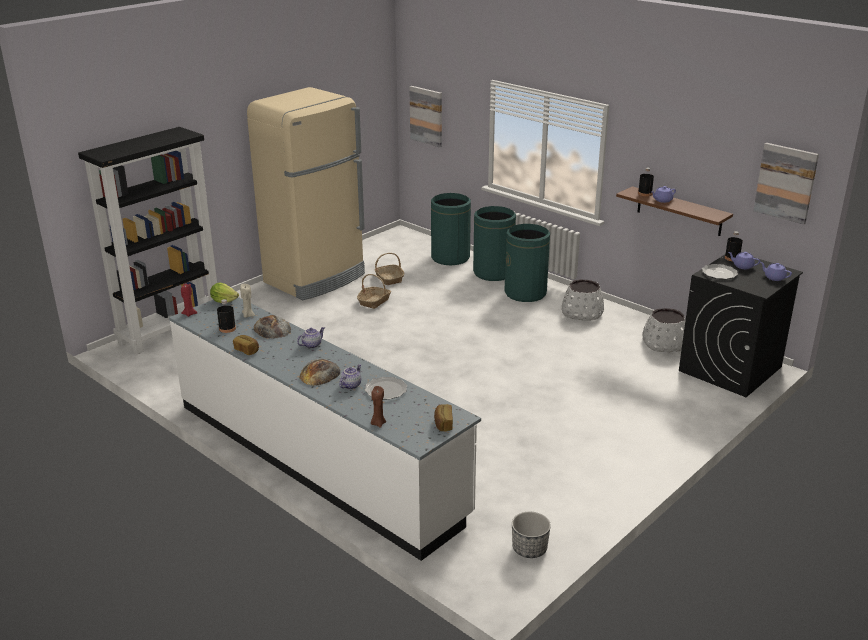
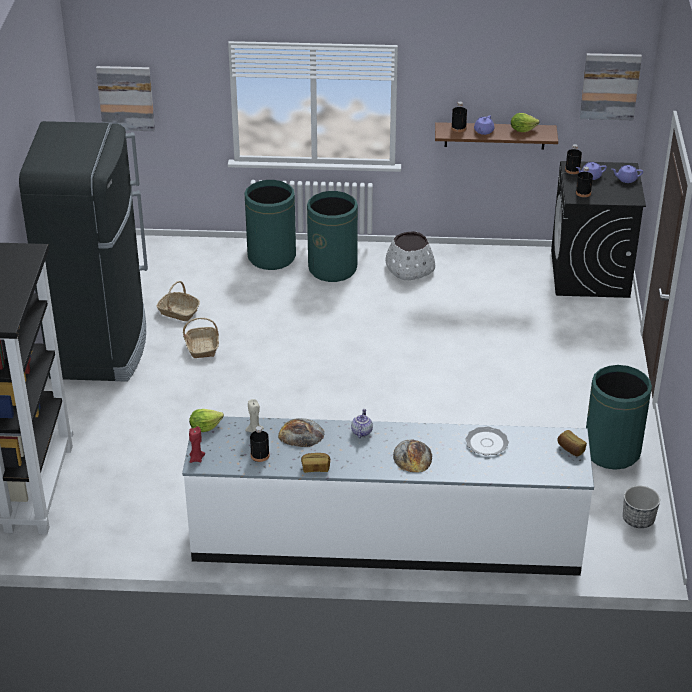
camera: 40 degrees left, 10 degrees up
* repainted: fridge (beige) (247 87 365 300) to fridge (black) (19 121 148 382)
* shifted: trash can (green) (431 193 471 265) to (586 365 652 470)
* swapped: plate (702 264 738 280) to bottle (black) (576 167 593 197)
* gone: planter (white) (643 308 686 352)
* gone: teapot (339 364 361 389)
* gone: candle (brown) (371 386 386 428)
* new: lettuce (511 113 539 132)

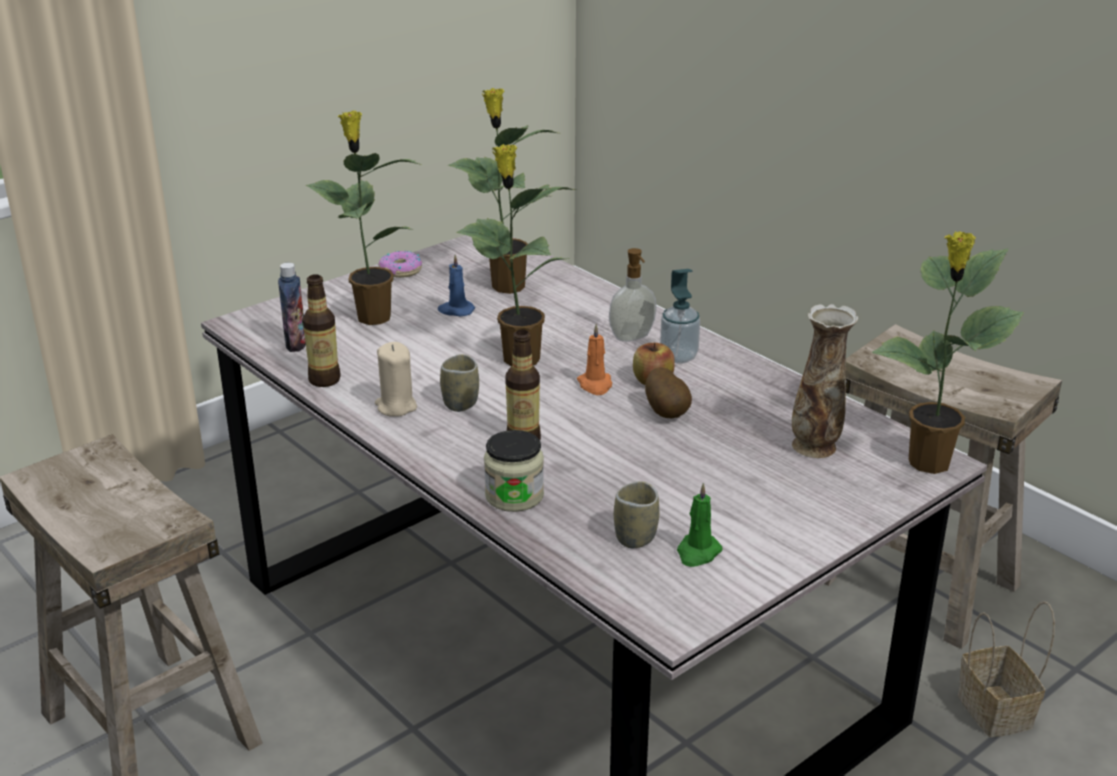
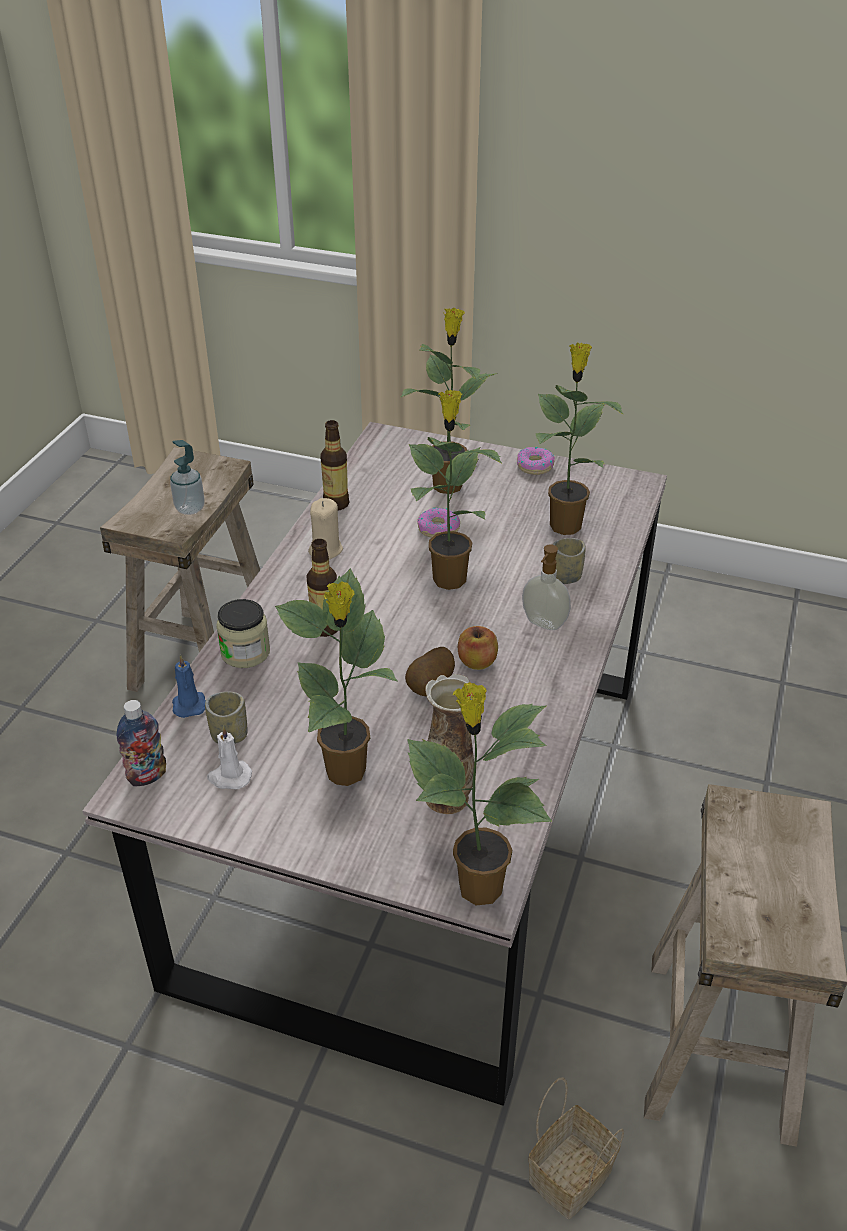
camera: 60 degrees right, 10 degrees up
* shifted: candle (blue) (438 255 475 316) to (172 654 206 718)
* shifted: bottle (278 263 306 352) to (117 700 166 787)
* shifted: soap dispenser (660 269 700 364) to (170 440 205 515)
* gone: candle (orange) (577 324 612 395)
* shifted: cup (440 354 479 412) to (553 538 586 584)
* repainted: candle (green) (677 483 722 567) to candle (white) (207 726 252 789)
* new: donut (417 508 460 538)
* new: potted plant (275 568 398 786)

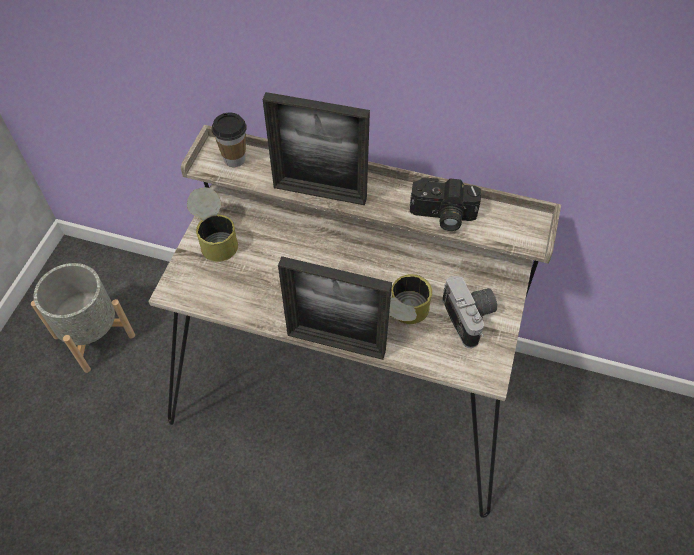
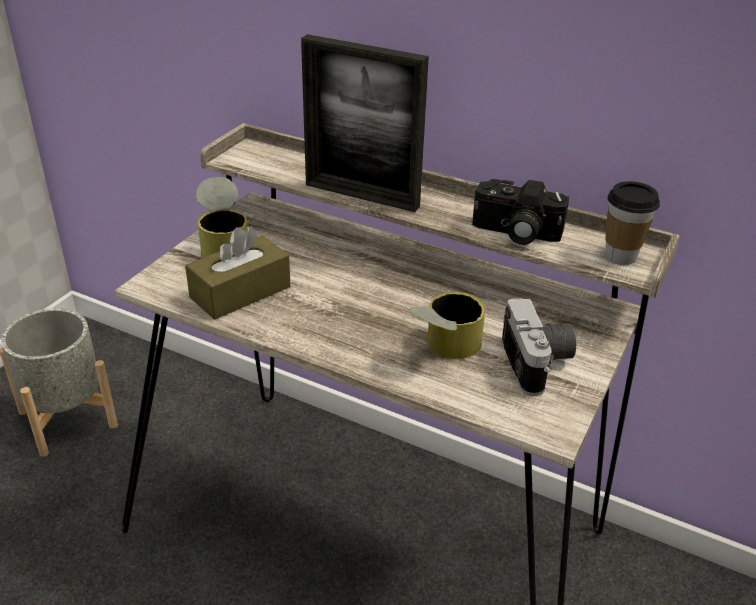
camera: 10 degrees right, 20 degrees down
* shifted: cup (212 113 247 167) to (605 181 660 265)
* gone: picture frame (278 256 392 360)
* new: tissue box (brown) (185 227 291 320)

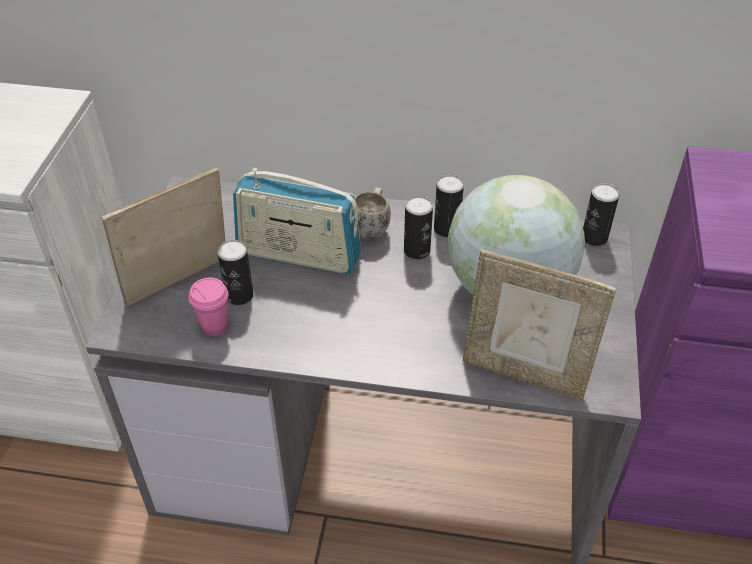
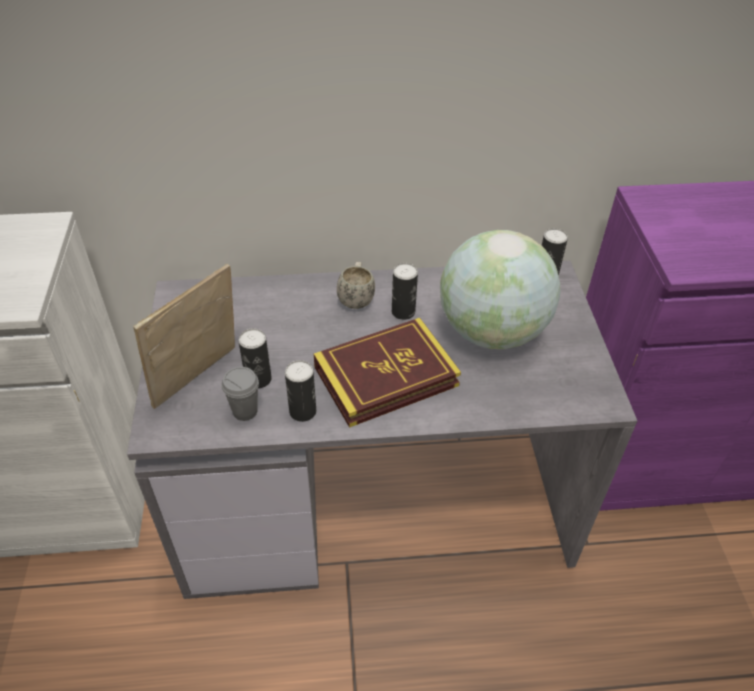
camera: 15 degrees left, 0 degrees up
* gone: radio (233 168 361 274)
* shifted: can (434 175 464 237) to (285 360 316 422)
* gone: picture frame (463 249 617 400)
* repainted: cup (pink) (189 278 229 336) to cup (grey) (221 367 259 421)
* new: book (314 318 461 428)

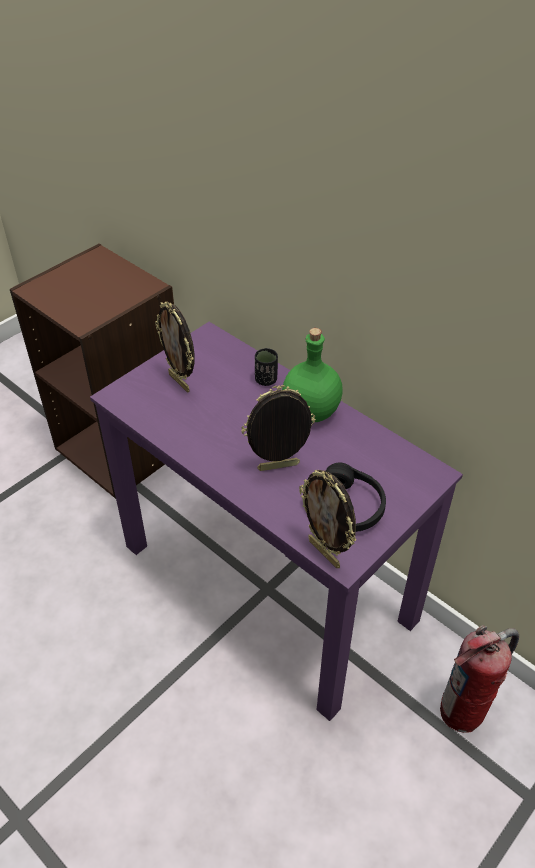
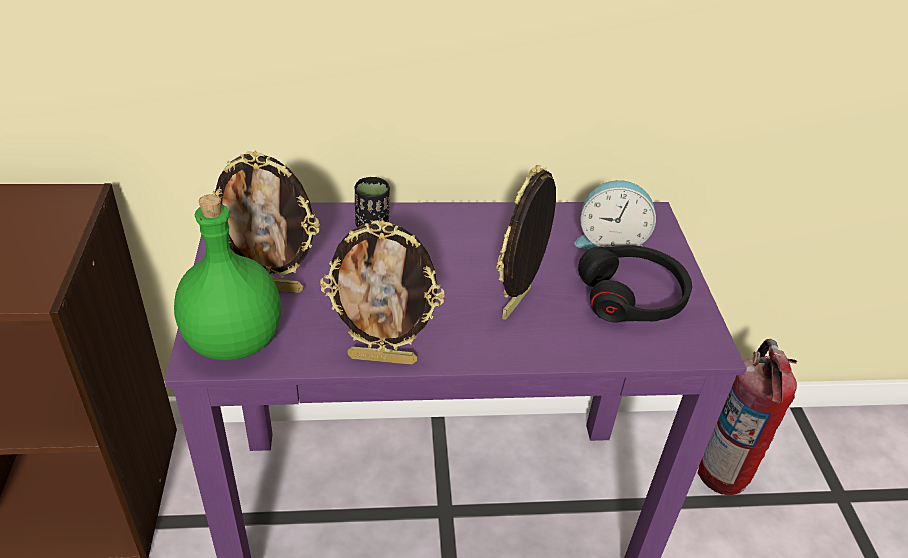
camera: 50 degrees left, 5 degrees down
* shifted: bottle (green) (282 328 343 422) to (174 194 281 361)
* shifted: picture frame (299 470 356 568) to (320 219 445 365)
* new: alarm clock (575 180 656 249)

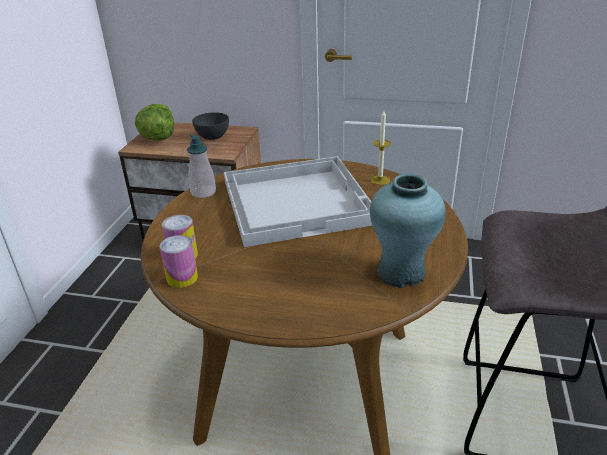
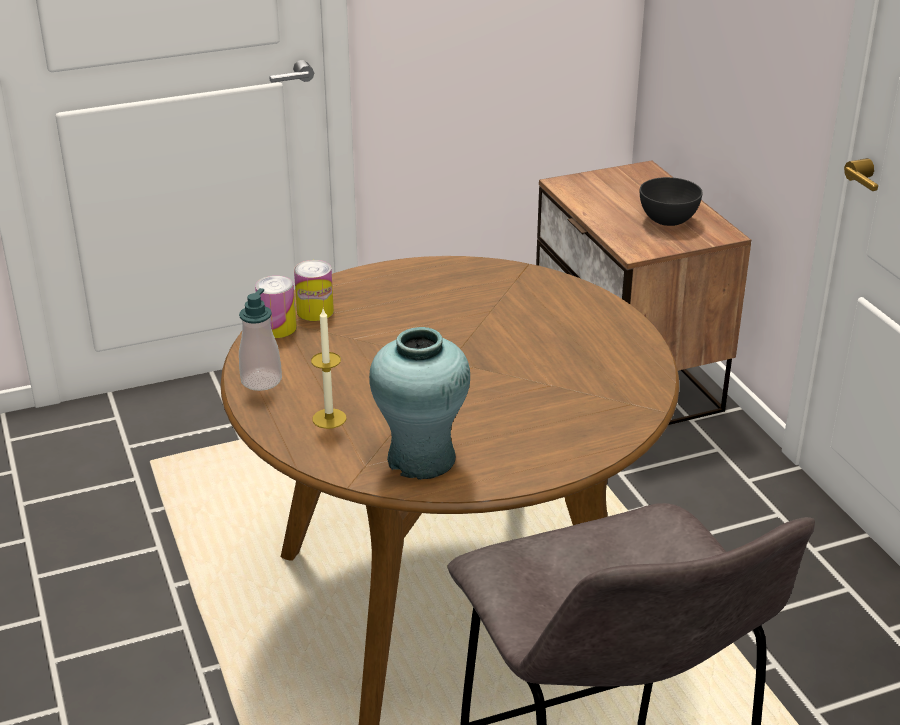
camera: 55 degrees right, 0 degrees up
* gone: lettuce (135 104 174 140)
* shifted: candle (370 111 391 185) to (311 309 346 429)
* shifted: soap dispenser (187 134 216 198) to (239 288 282 391)
* gone: tray (white) (224 156 372 247)

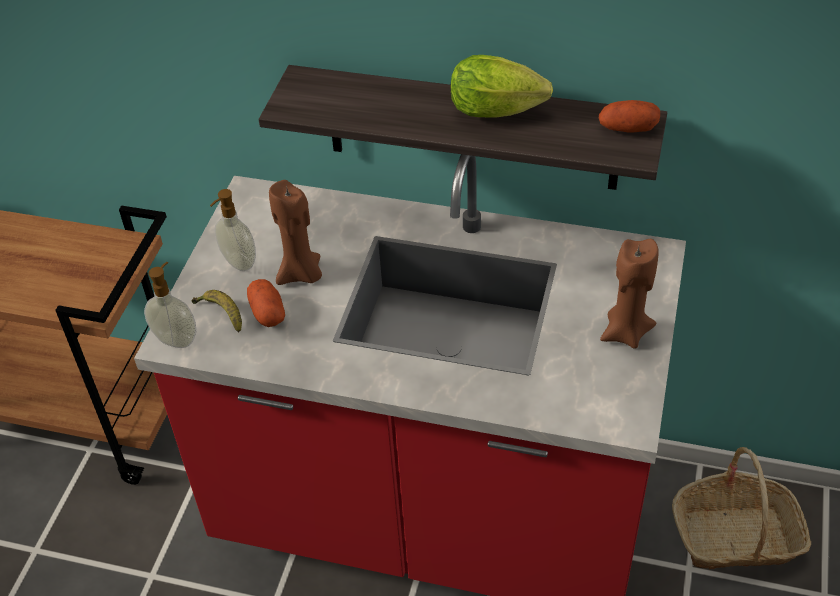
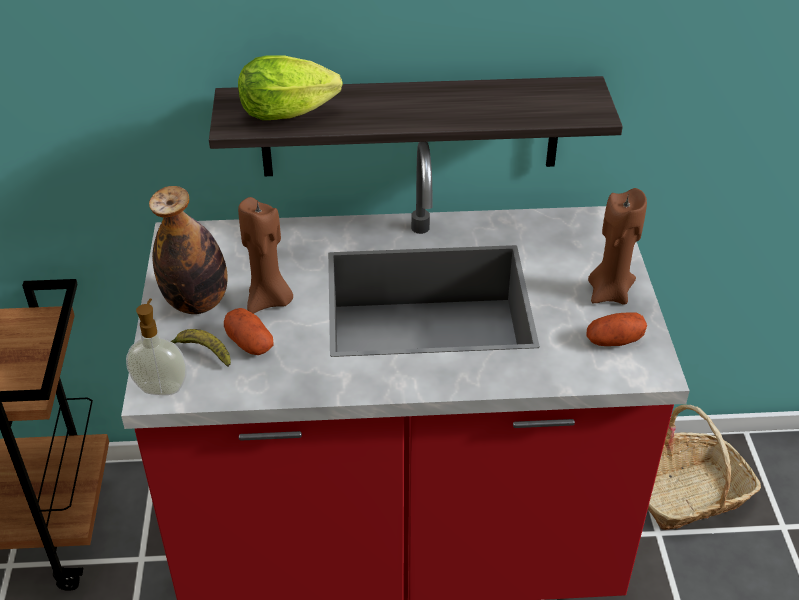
camera: 20 degrees left, 5 degrees down
* shifted: lettuce (451 55 553 117) to (238 55 343 120)
* shifted: potato (599 100 660 132) to (587 312 647 346)
* swapped: soap dispenser (210 189 256 271) to bottle (149 186 228 314)

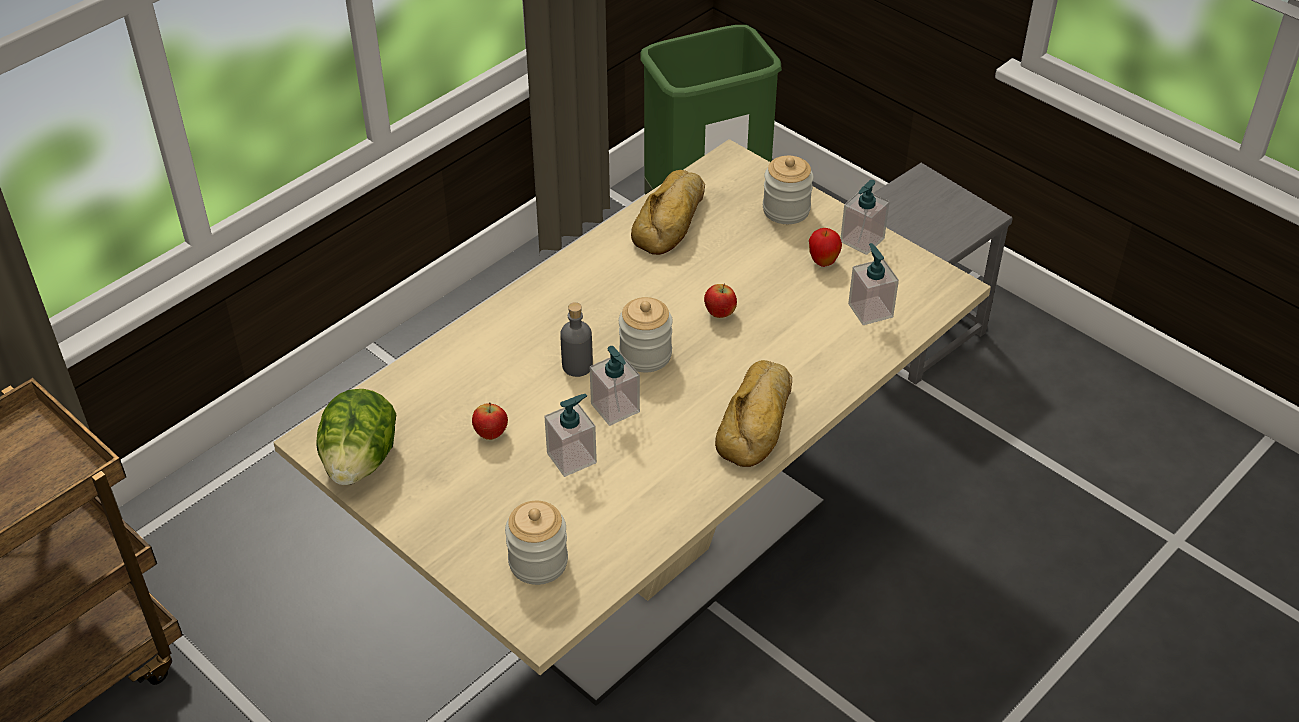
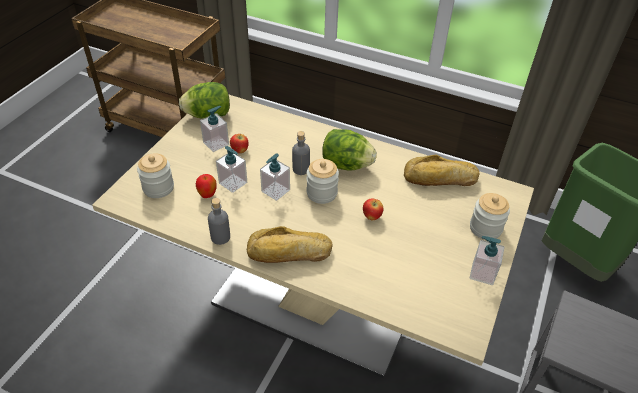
camera: 70 degrees right, 0 degrees up
* shifted: apple (809 228 842 267) to (196 174 217 198)
* shifted: soap dispenser (848 243 899 325) to (200 106 229 152)
* new: lettuce (322 129 377 171)
* new: bottle (grey) (208 198 230 245)

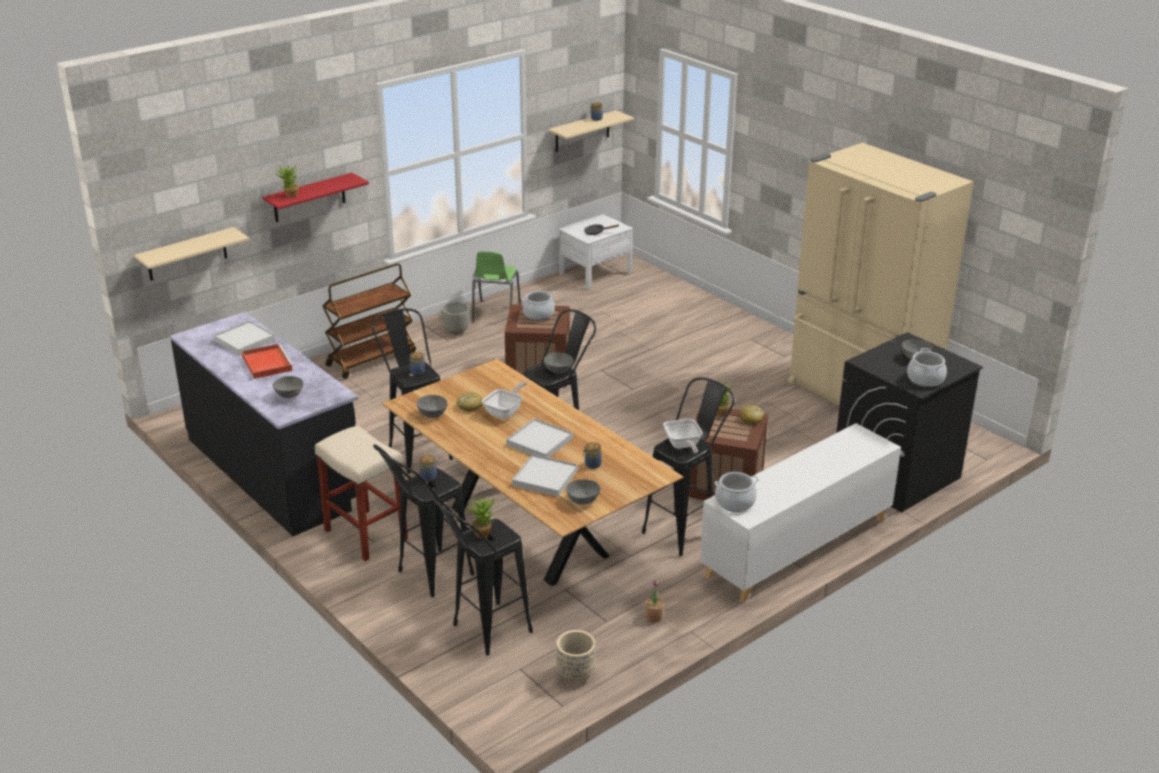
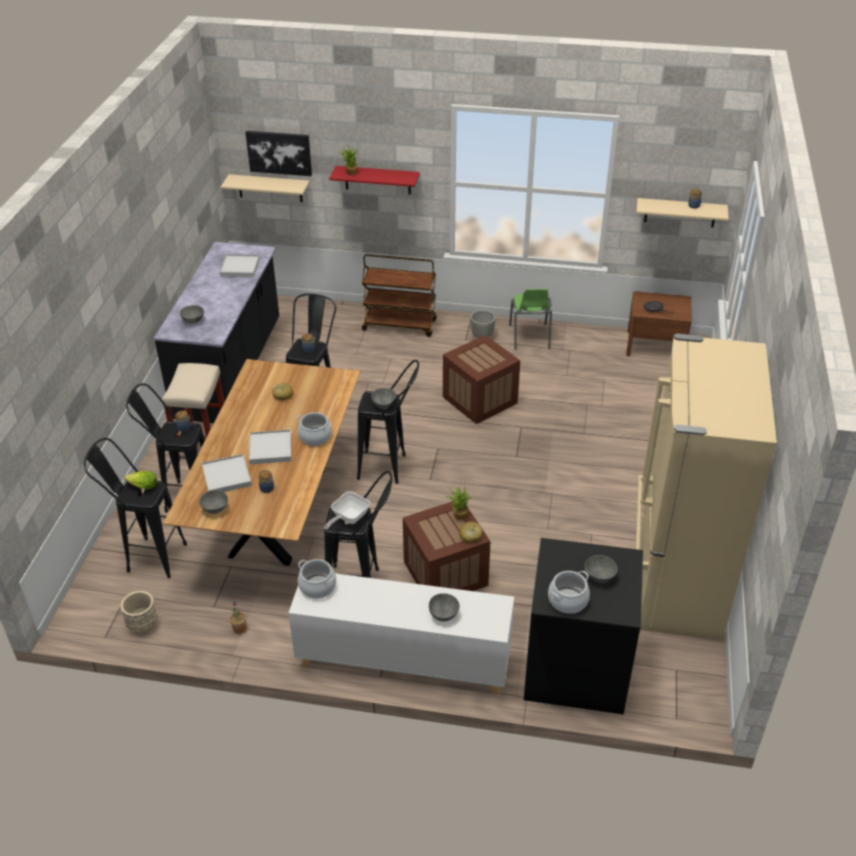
camera: 50 degrees right, 10 degrees up
* repainted: nightstand (white) (559 214 633 289) to nightstand (brown) (626 291 692 356)
* rotated: chair (green) (472 252 521 322) = (509 289 552 350) 60 degrees counterclockwise
* shifted: cooking pot (522 291 555 320) to (296 412 332 446)
* gone: tray (red) (242 344 294 379)
* gone: frying pan (482 382 527 419)
* shifted: bowl (grey) (416 395 447 418) to (429 593 460 622)
* swapped: potted plant (466 496 494 538) to lettuce (124 471 157 490)
* new: picture (245 131 312 176)

